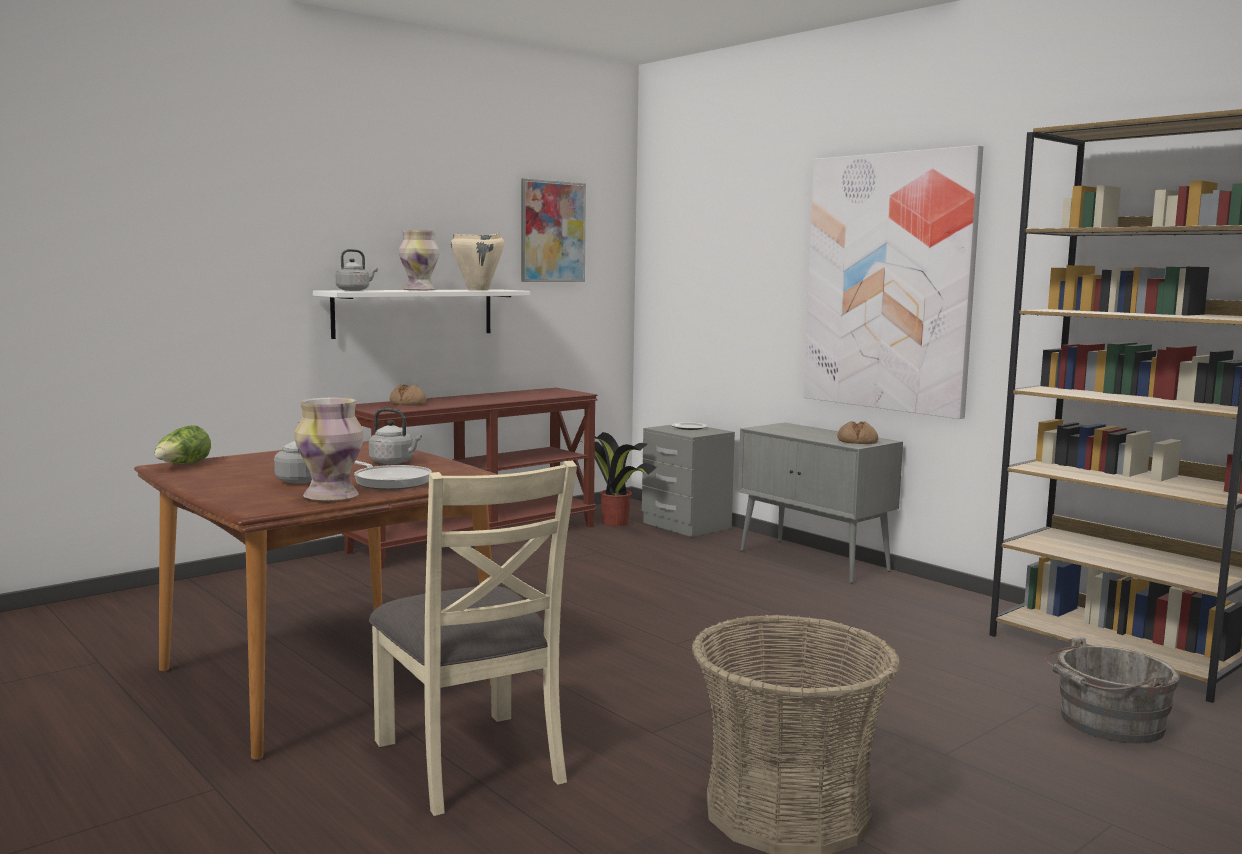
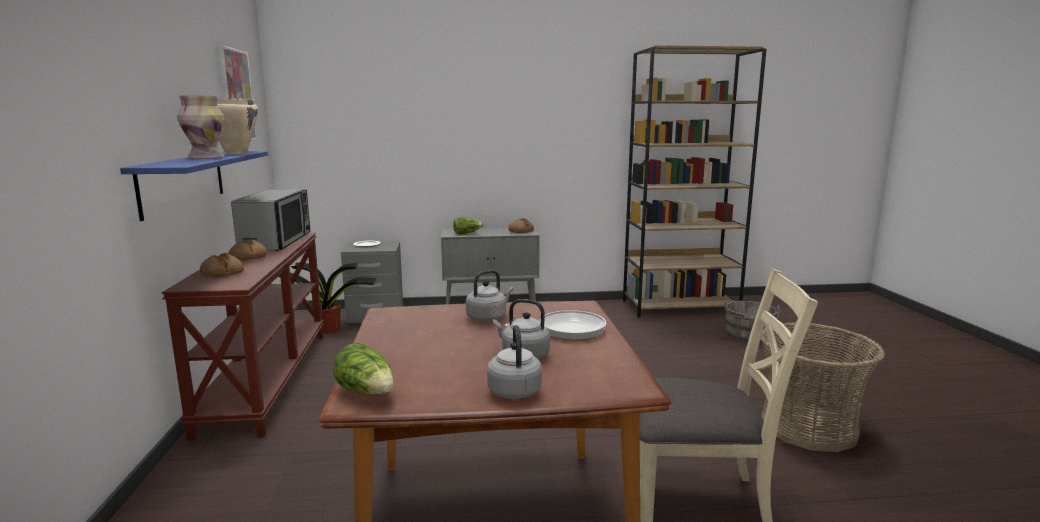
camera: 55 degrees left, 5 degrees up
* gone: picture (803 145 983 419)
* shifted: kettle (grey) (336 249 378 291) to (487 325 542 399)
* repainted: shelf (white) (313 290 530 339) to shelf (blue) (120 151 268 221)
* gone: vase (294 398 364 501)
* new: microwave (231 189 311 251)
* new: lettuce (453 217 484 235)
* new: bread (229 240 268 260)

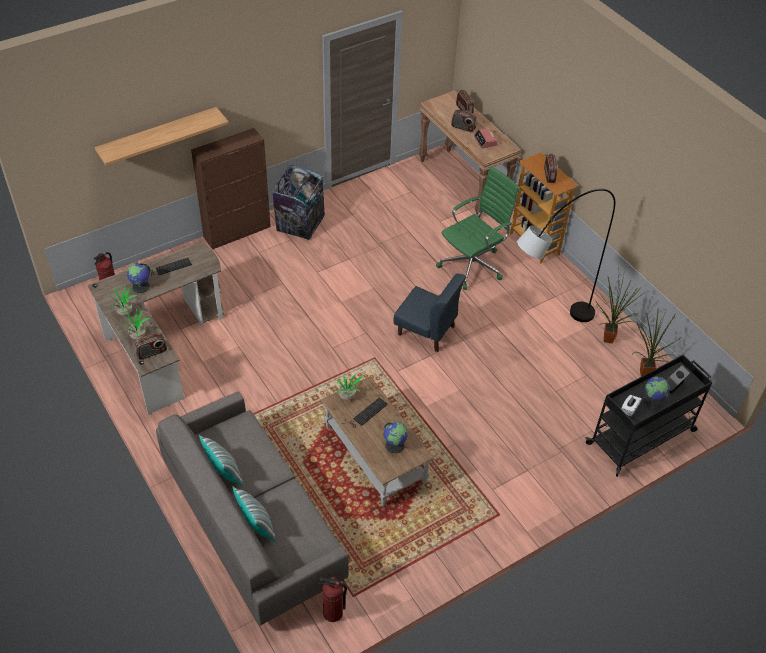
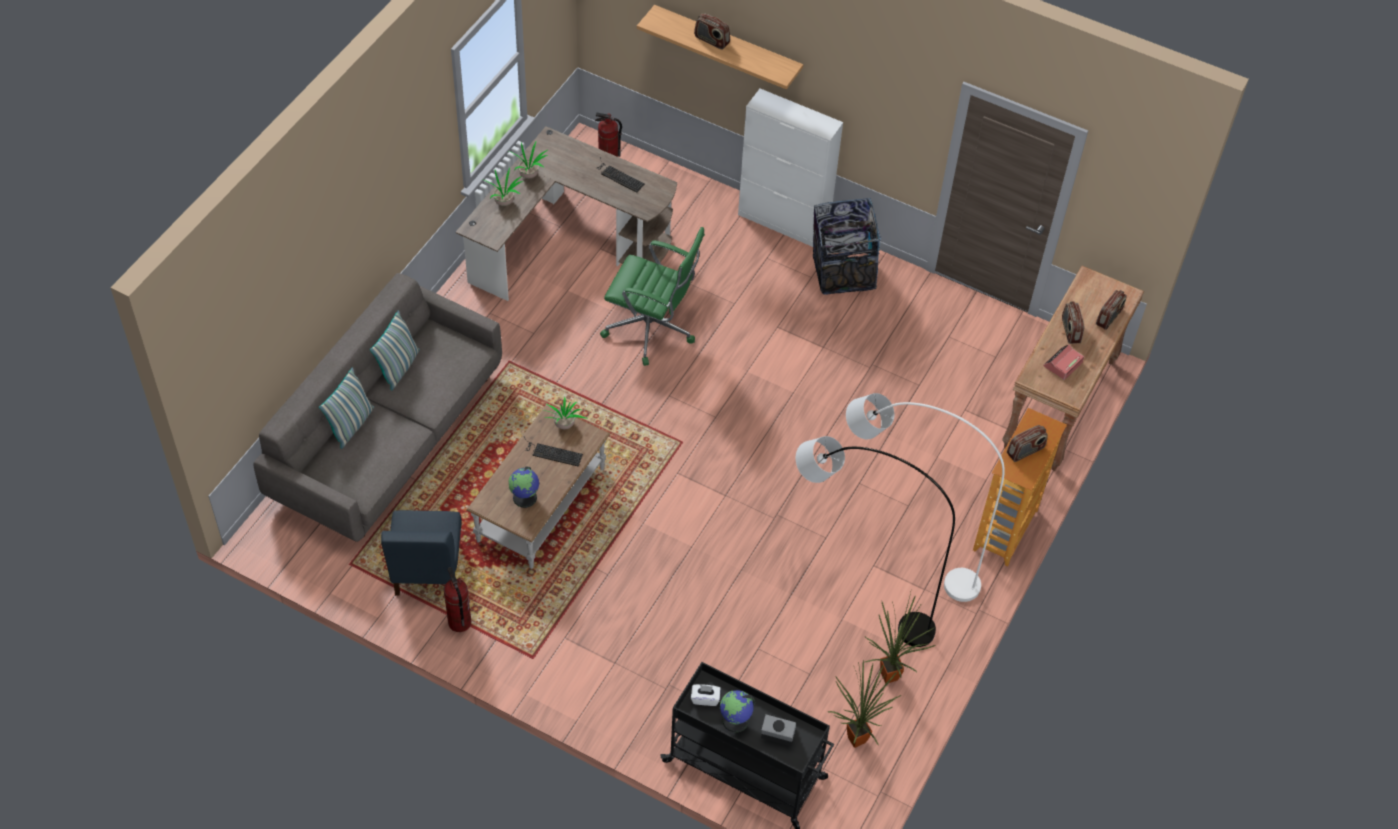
camera: 60 degrees right, 5 degrees up
* repainted: cabinet (brown) (191 128 271 250) to cabinet (white) (738 89 843 247)
* shifted: office chair (green) (436 166 519 290) to (600 227 705 366)
* gone: globe (127 263 150 293)
* shifted: chair (blue) (393 273 466 352) to (381 510 461 595)
* shifted: radio (135 332 167 360) to (694 13 730 49)
* shifted: fire extinguisher (319 577 347 622) to (444 567 471 632)
* new: floor lamp (white) (846 393 1005 602)

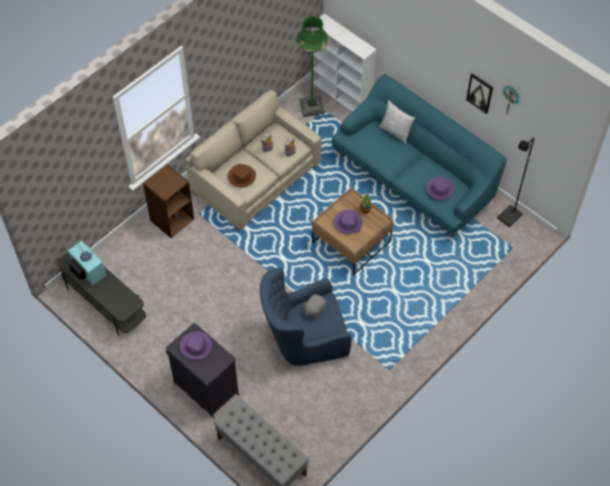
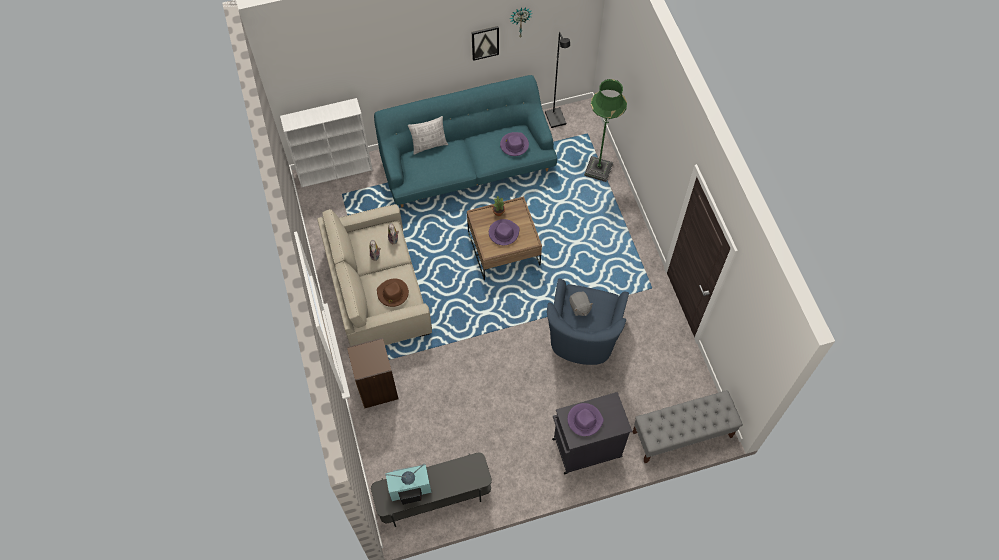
camera: 60 degrees left, 5 degrees up
* shifted: floor lamp (green) (296 16 329 117) to (584 79 627 182)

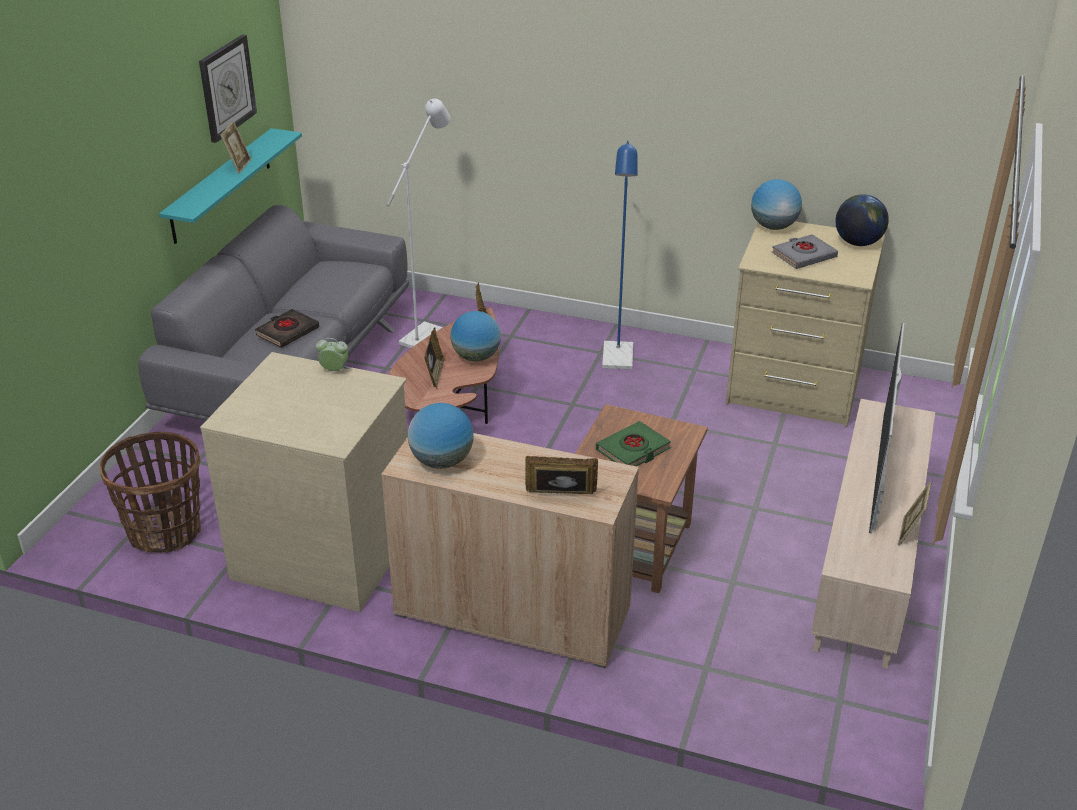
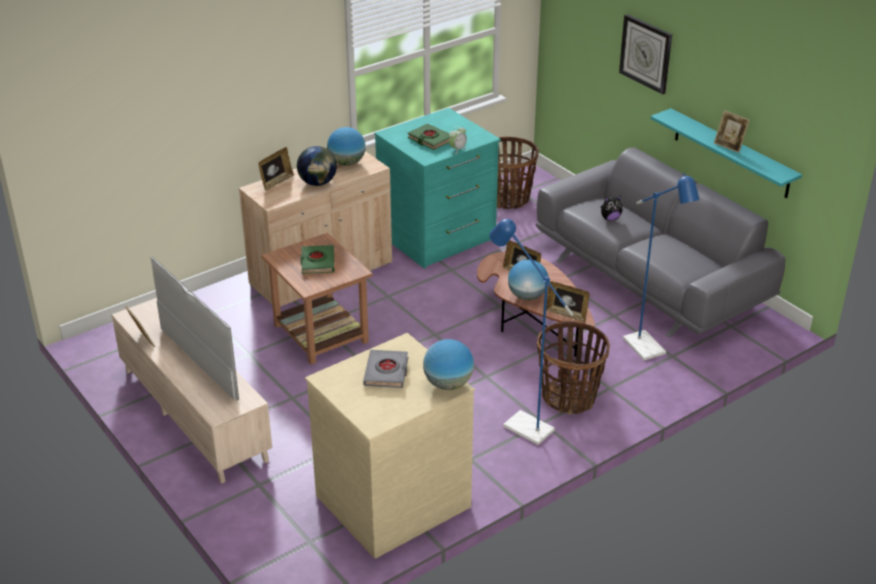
camera: 125 degrees right, 0 degrees up
* shifted: wall clock (199 35 257 143) to (619 14 672 95)
* repainted: floor lamp (white) (386 99 451 348) to floor lamp (blue) (623 173 699 360)
* shifted: globe (836 194 889 246) to (297 146 337 186)
* swapped: book (black) (255 309 319 348) to plush toy (600 195 622 221)
* repainted: dresser (beige) (200 352 407 612) to dresser (turquoise) (374 108 501 269)
* new: book (green) (407 124 449 150)
* new: basket (537 321 610 415)

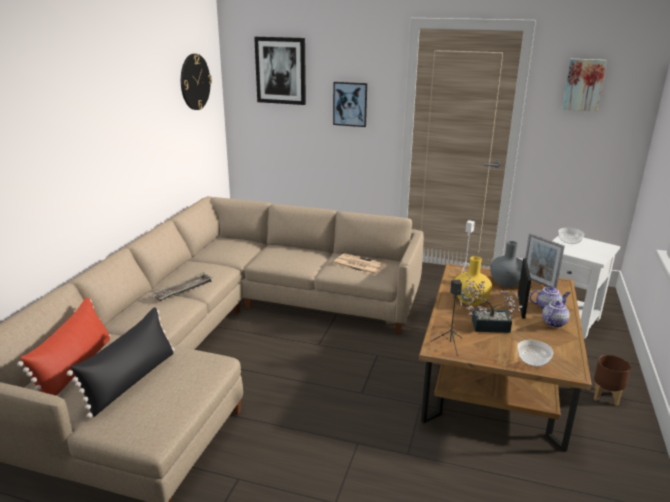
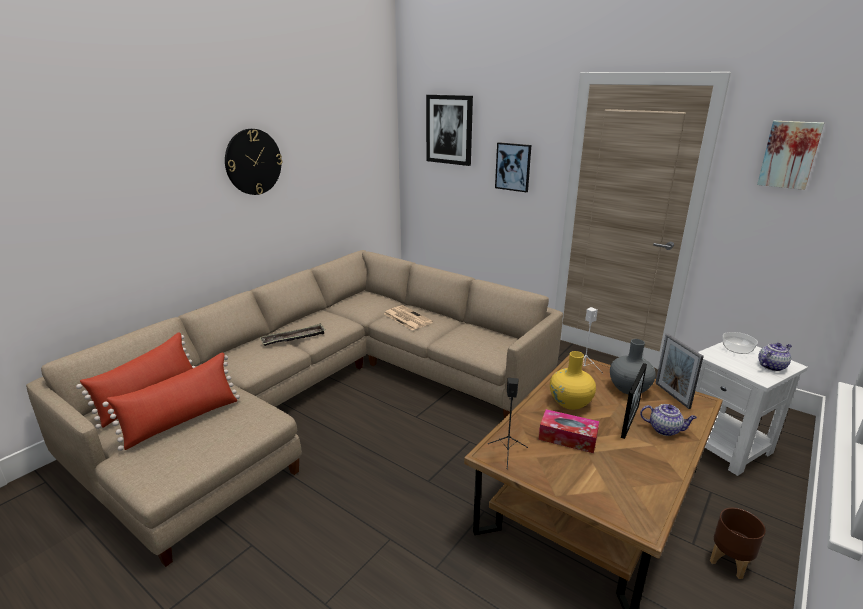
camera: 20 degrees right, 0 degrees up
* shifted: wall clock (181 54 212 110) to (225 129 282 195)
* shifted: newspaper (333 253 387 276) to (384 305 433 330)
* swapped: potted plant (460 277 522 333) to tissue box (539 409 599 453)
* shifted: teapot (542 300 570 328) to (758 343 792 371)
* repainted: pillow (black) (67 307 175 418) to pillow (red) (102 353 240 451)
* gone: bowl (518 340 553 366)

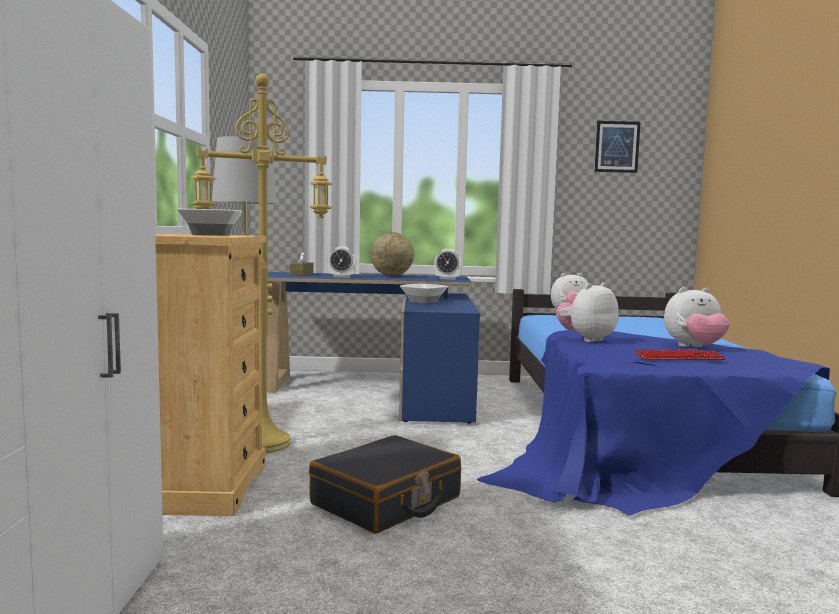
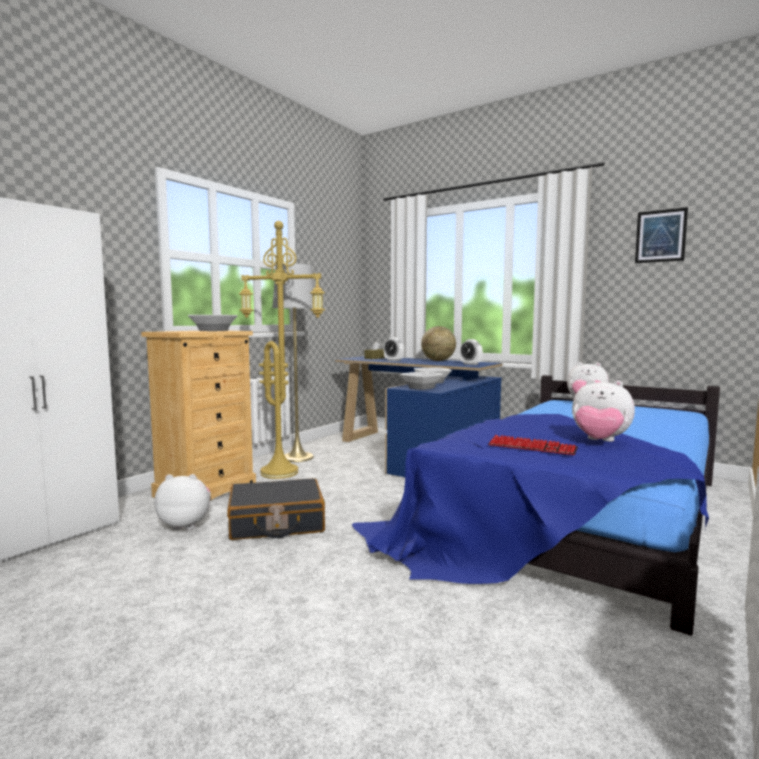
camera: 35 degrees right, 0 degrees up
* shifted: plush toy (556 282 619 342) to (154 474 211 530)
* new: bowl (400 372 444 390)

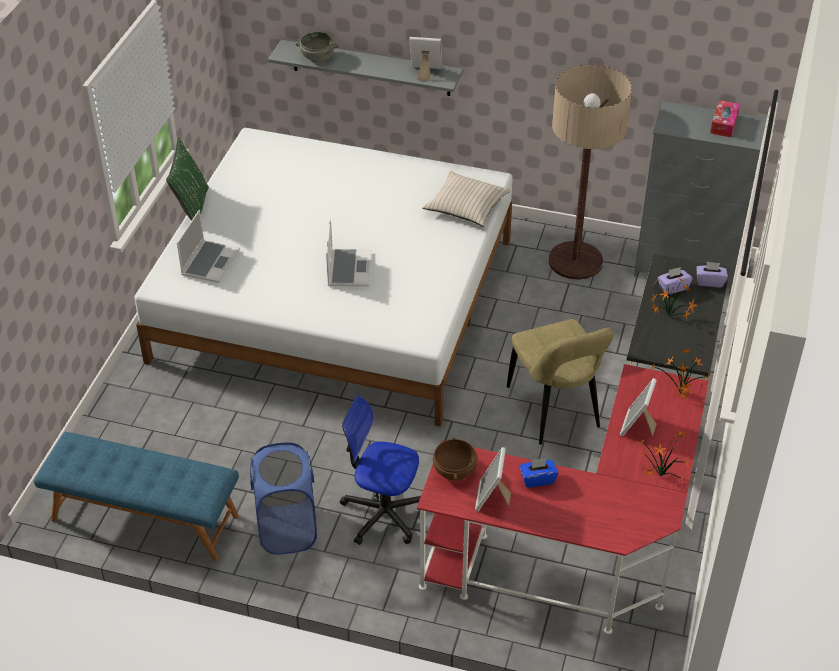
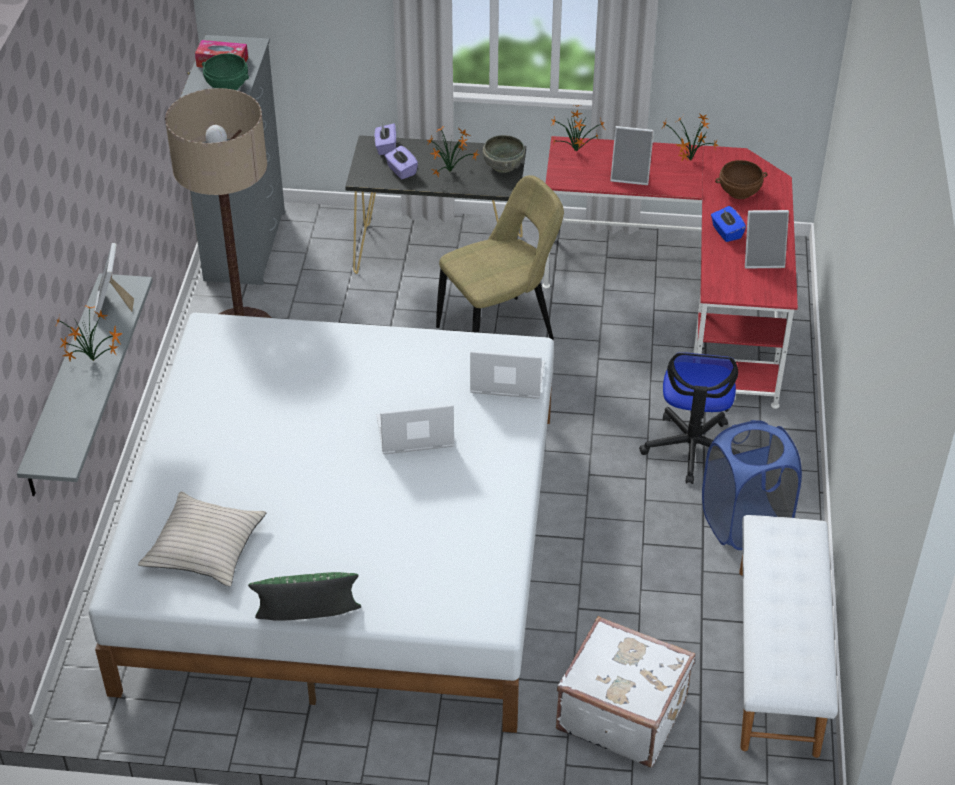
camera: 100 degrees left, 0 degrees up
* shifted: bowl (grey) (296 32 338 63) to (483 135 525 173)
* shifted: pillow (beige) (422 171 511 227) to (138 492 267 587)
* shifted: laptop (177 210 240 283) to (470 351 545 399)
* repainted: bench (blue) (34 432 239 561) to bench (white) (739 515 838 758)
* shifted: bowl (brown) (433 438 478 481) to (715 160 768 199)
* new: bowl (green) (202 53 249 90)
* new: potted plant (55 305 123 361)
* new: suitcase (white) (556 616 695 767)

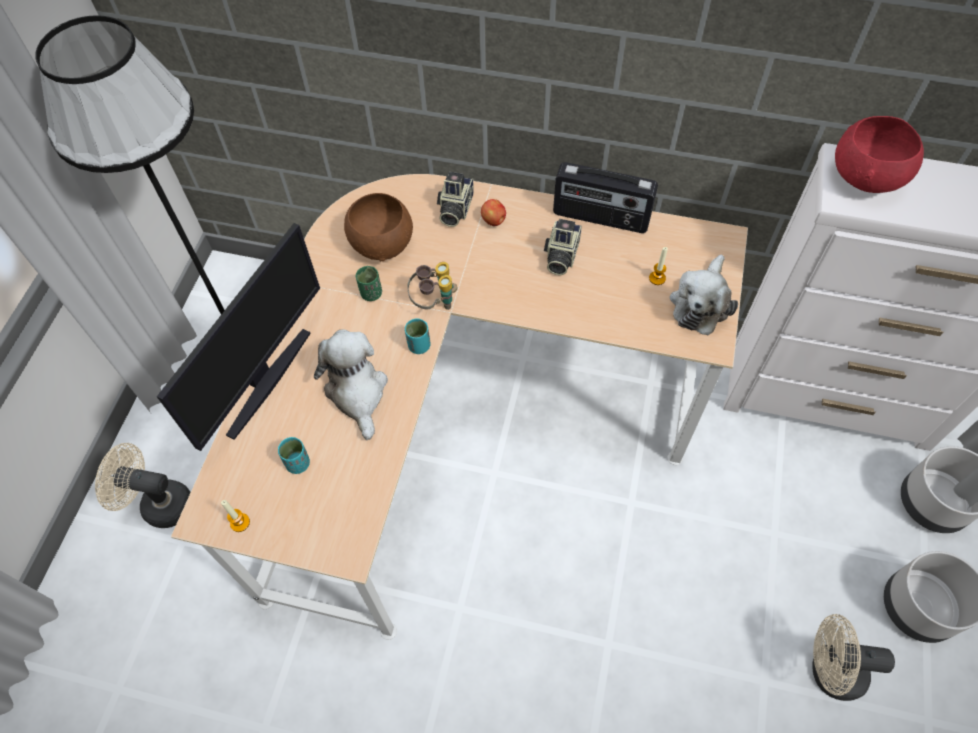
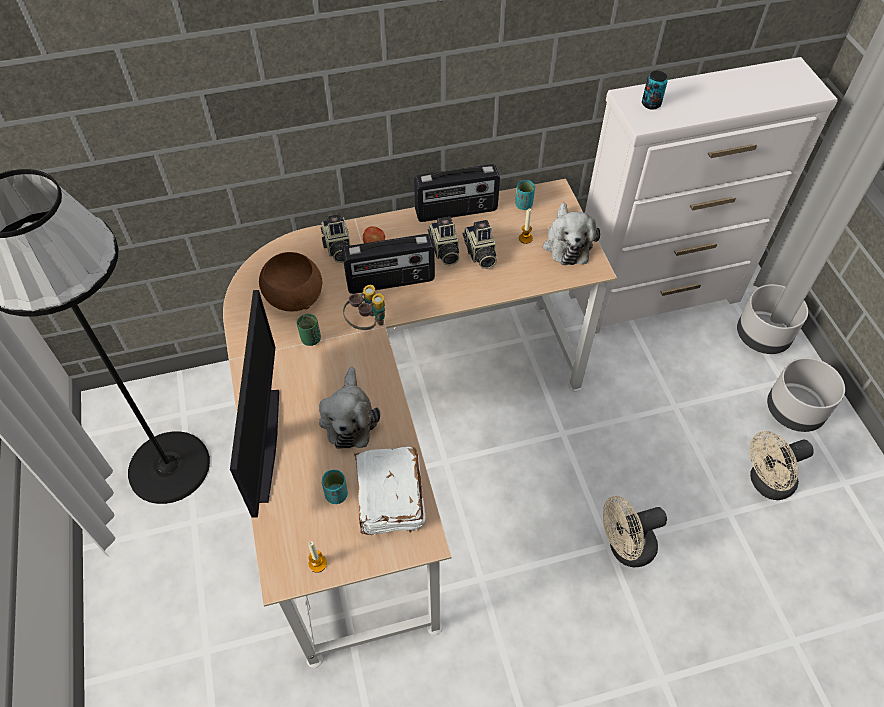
camera: 30 degrees left, 5 degrees down
* swapped: bowl (red) (835 116 924 193) to can (642 71 668 110)
* shifted: cup (turquoise) (405 319 431 354) to (515 180 535 210)
* rotated: plush toy (314 330 388 440) = (319 367 380 449) 135 degrees counterclockwise
* shifted: fan (beige) (95 443 191 528) to (603 496 667 567)
* new: photo camera (463 220 497 269)
* new: radio (342 234 435 294)
* new: book (white) (354 447 425 535)

